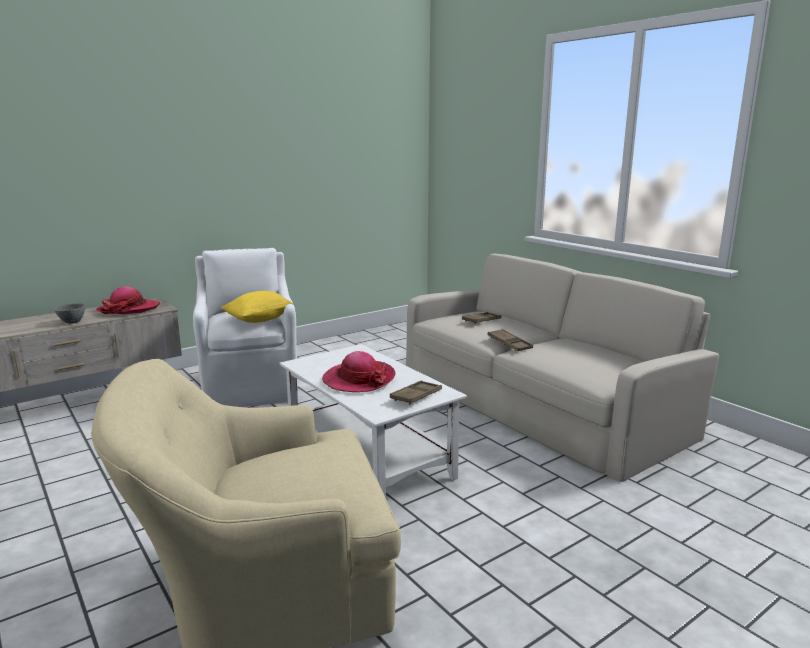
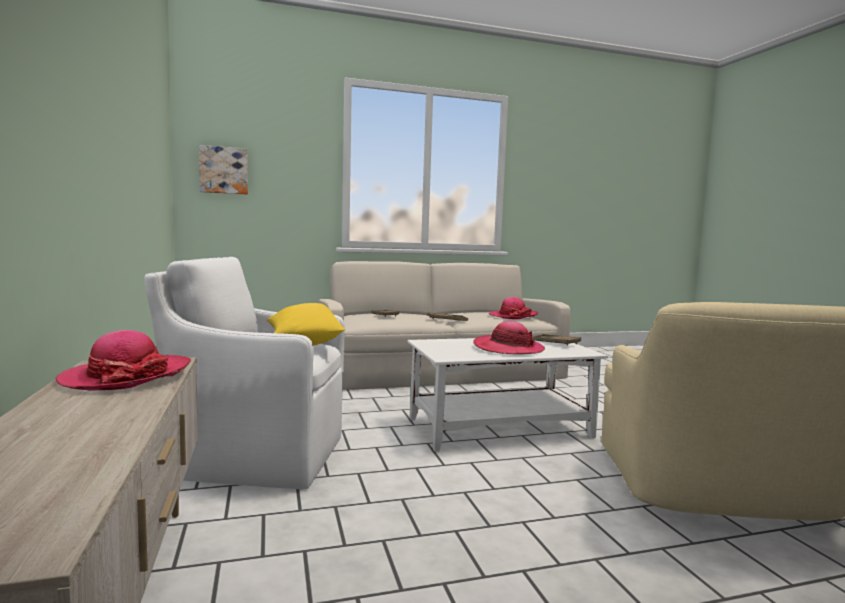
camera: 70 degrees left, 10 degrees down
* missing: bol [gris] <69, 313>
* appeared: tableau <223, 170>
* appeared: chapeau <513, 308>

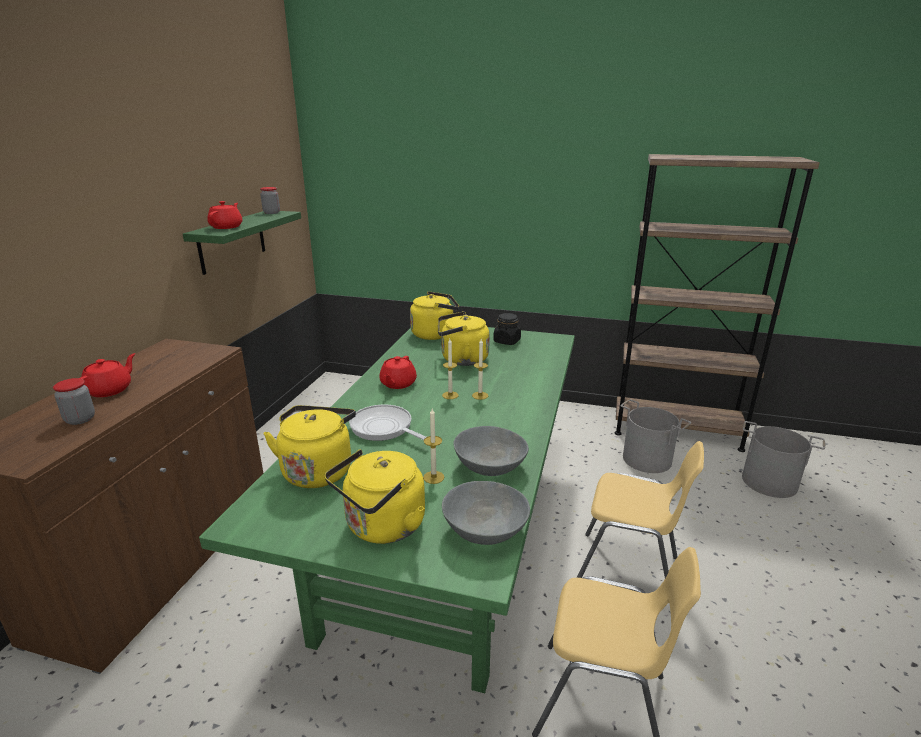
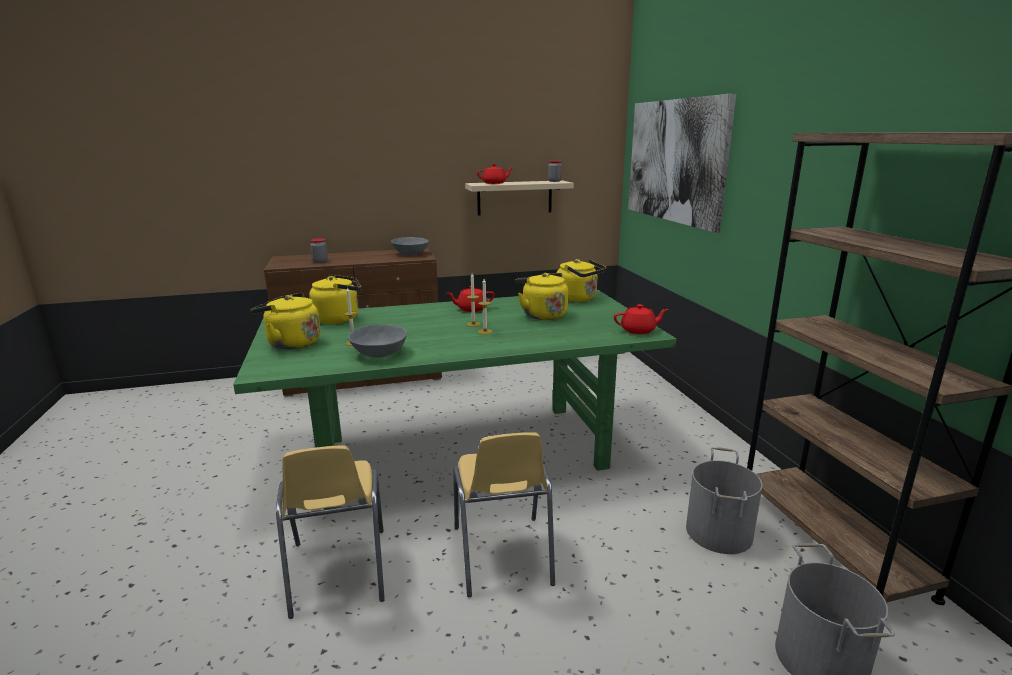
camera: 60 degrees right, 5 degrees down
* missing: poêle <387, 423>
* missing: bocal [noir] <507, 329>
* appeared: tableau <682, 163>
* relocated: théière [rouge] <107, 375> to <641, 319>
* relocated: bol [gris] <486, 513> to <410, 246>
* colour: étagère [vert] <242, 243> to étagère [beige] <519, 198>

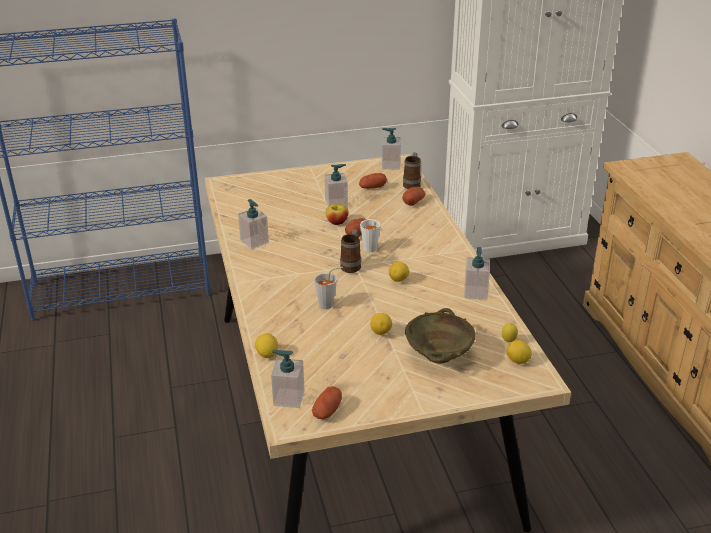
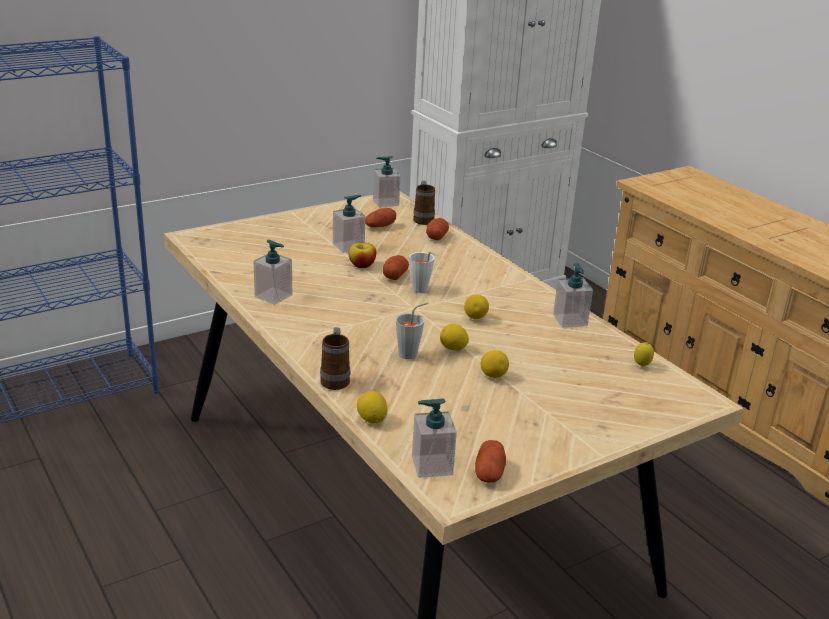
camera: 20 degrees left, 5 degrees down
* missing: bol [beige] <440, 336>
* relocated: mug <350, 251> to <335, 358>
* relocated: citron <519, 352> to <454, 337>

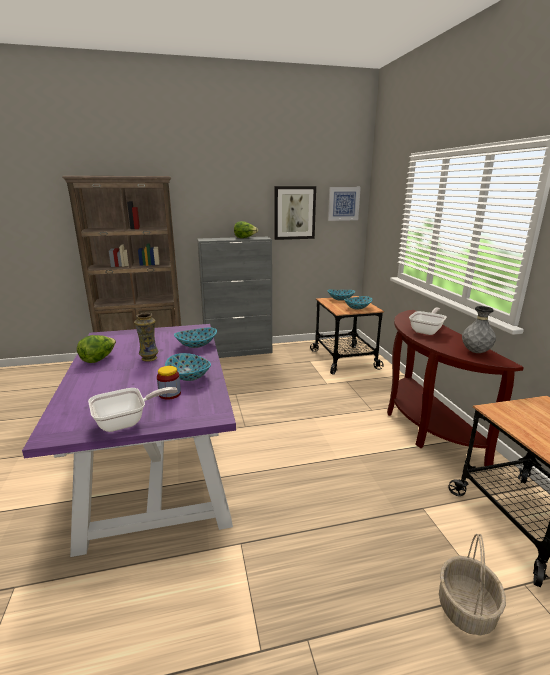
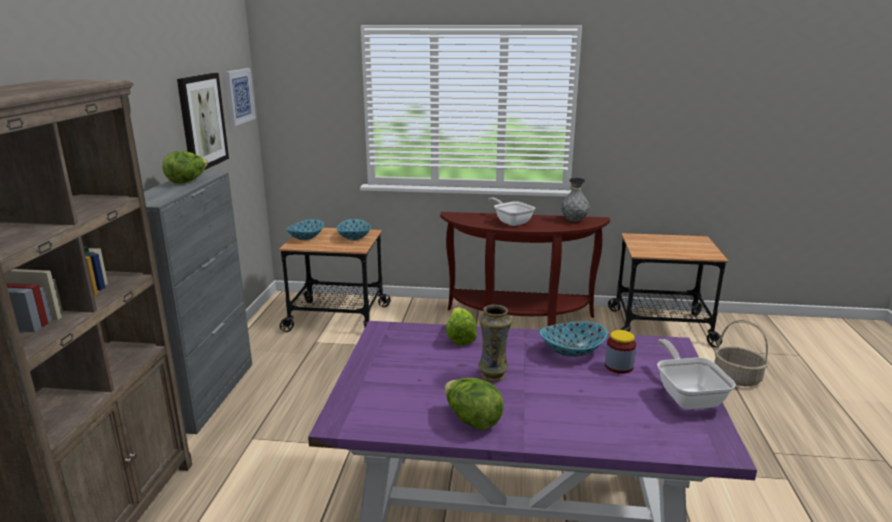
camera: 70 degrees left, 0 degrees up
* exchanged: bol <195, 338> to laitue <461, 326>

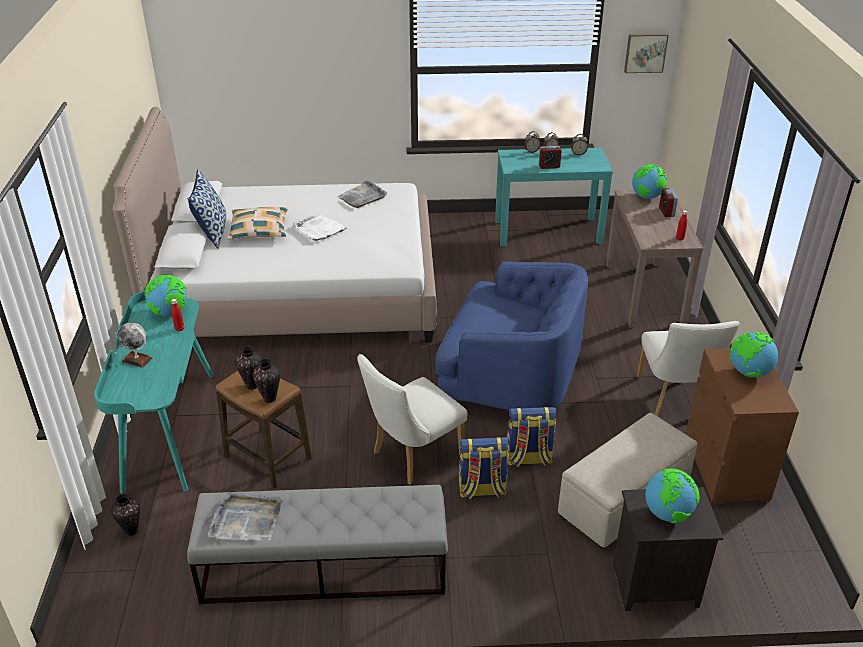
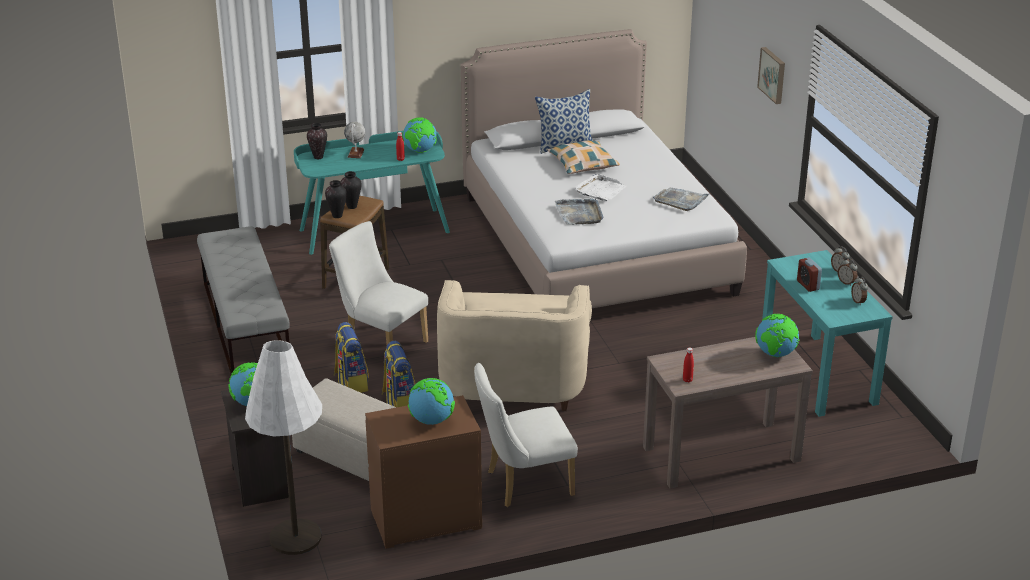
camera: 75 degrees right, 5 degrees down
* missing: réveil <668, 202>
* appeared: lampadaire [blanc] <283, 447>
* relocated: vase <125, 515> to <317, 141>
* relocated: plateau [gris] <245, 516> to <579, 211>
* relocated: tableau <646, 53> to <771, 75>
* colour: fauteuil [bleu] <511, 335> to fauteuil [beige] <514, 345>

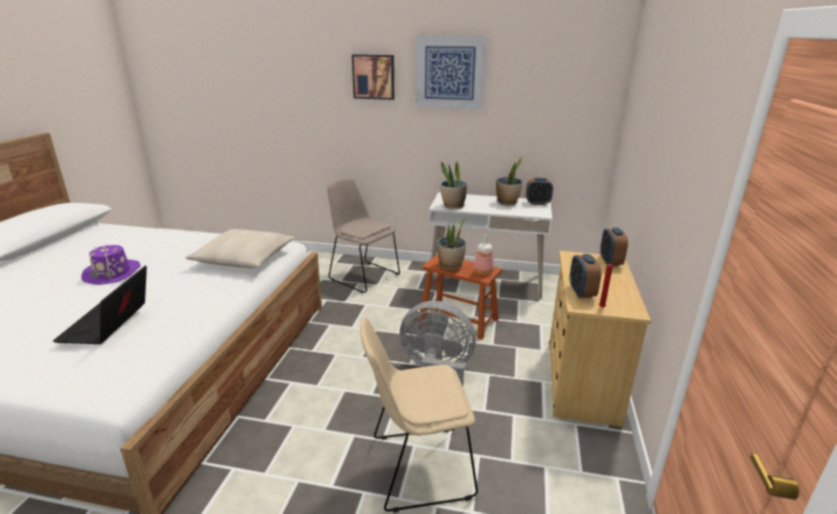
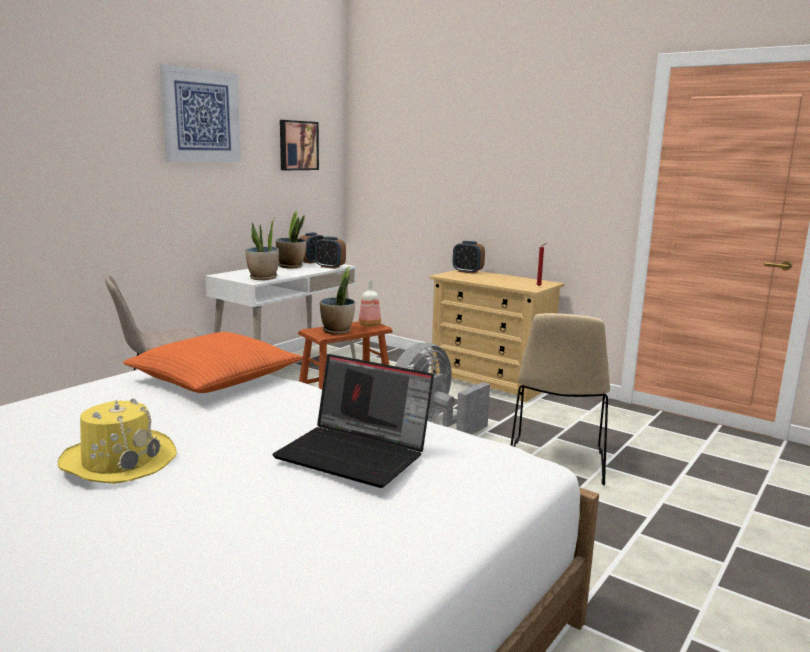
camera: 65 degrees left, 10 degrees down
* relocated: tableau <373, 77> to <299, 145>
* relocated: réveil <586, 276> to <330, 253>
* colour: chapeau [violet] <111, 265> to chapeau [jaune] <117, 441>
* colour: coussin [beige] <240, 248> to coussin [orange] <213, 362>

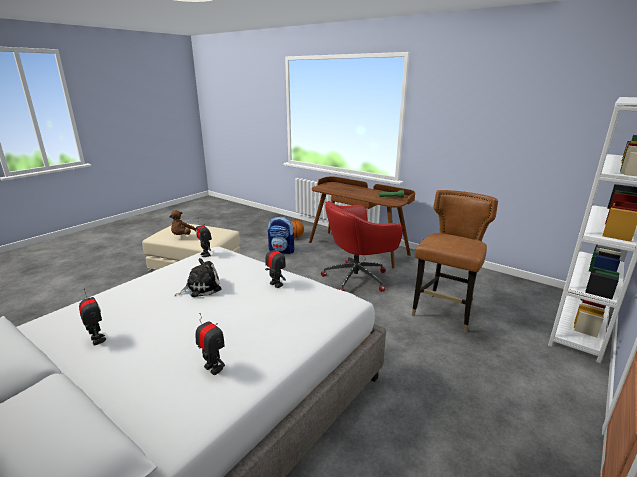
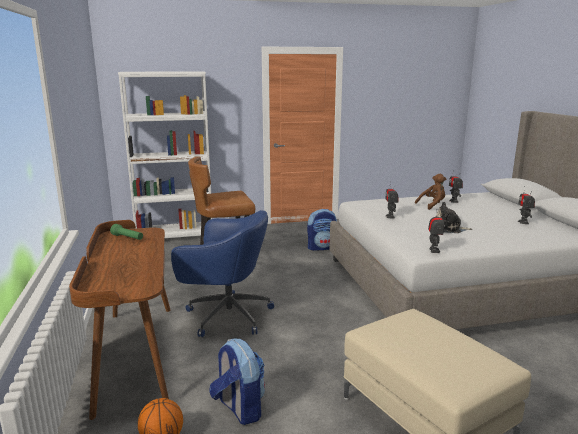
camera: 140 degrees left, 5 degrees down
* appeared: sac à dos <322, 230>
* relocated: peluche [marron] <183, 222> to <430, 192>
* colour: chaise de bureau [rouge] <362, 246> to chaise de bureau [bleu] <222, 273>

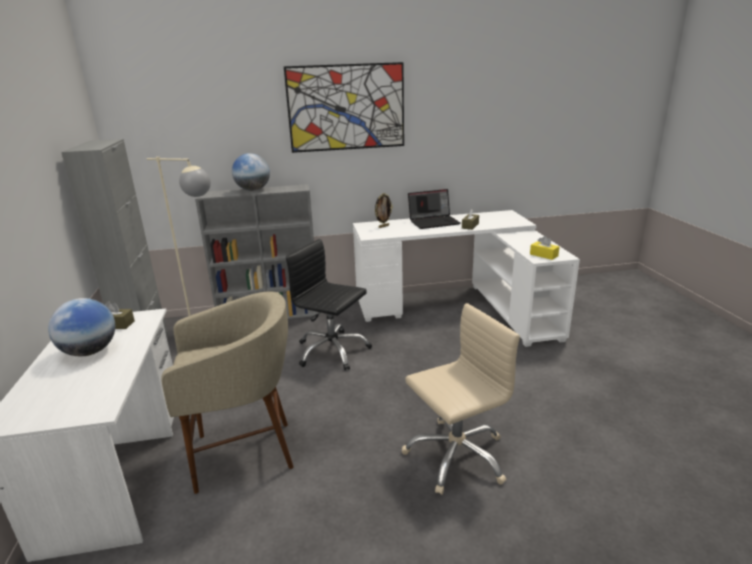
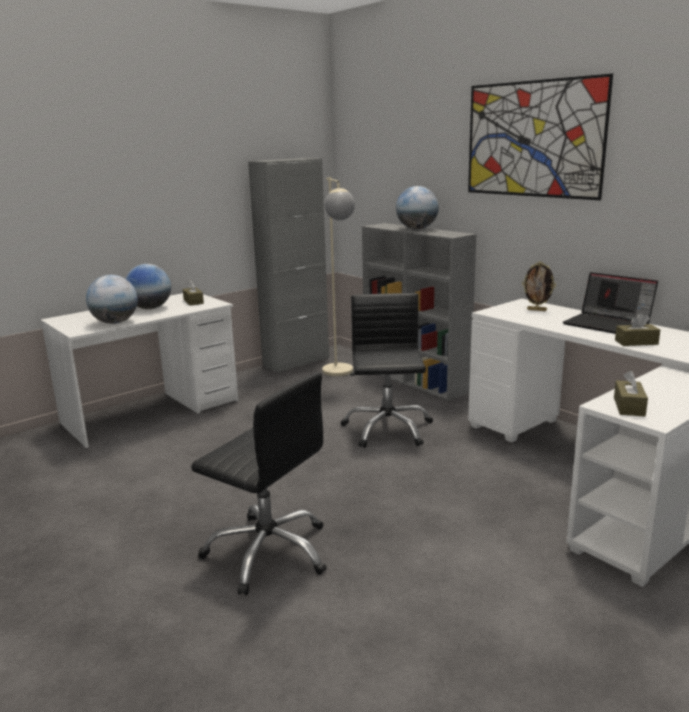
camera: 60 degrees right, 5 degrees down
* missing: tabouret [beige] <227, 392>
* appeared: globe <112, 299>
* colour: chaise de bureau [beige] <461, 399> to chaise de bureau [noir] <259, 484>
* colour: boîte à mouchoirs [jaune] <545, 248> to boîte à mouchoirs [marron] <631, 393>

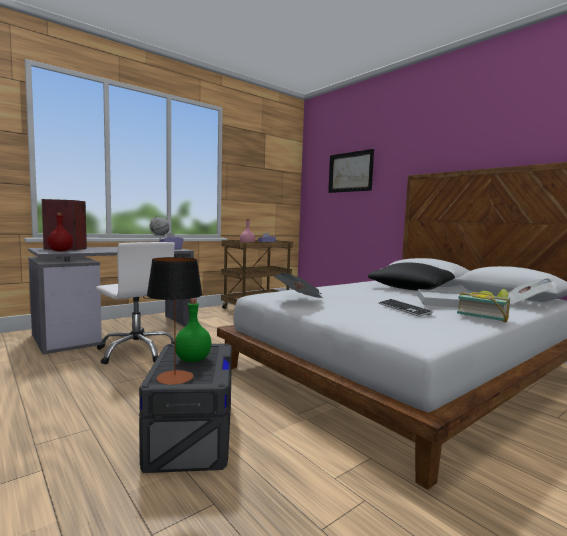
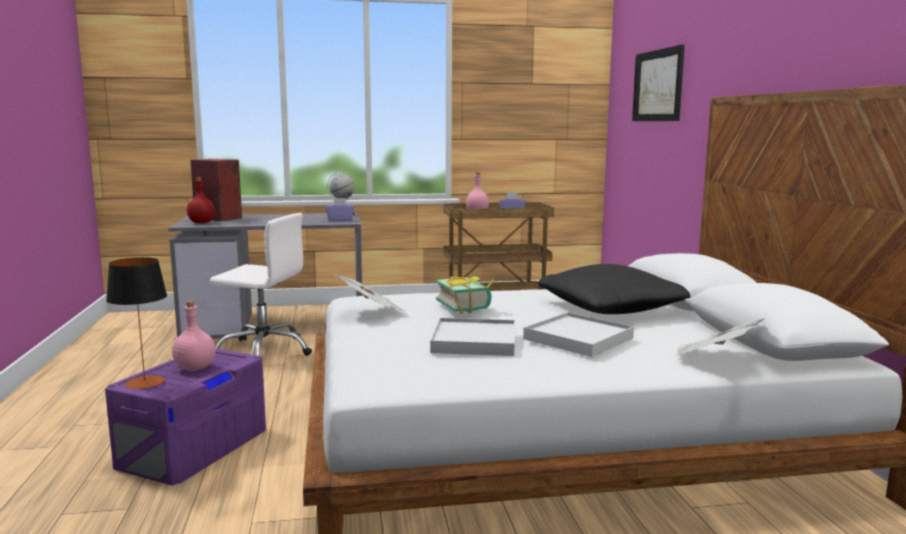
camera: 30 degrees right, 5 degrees up
* relocated: livre <483, 305> to <467, 295>
* exchanged: clavier <406, 308> to plateau [blanc] <472, 337>
* colour: boîte de rangement [gris] <185, 408> to boîte de rangement [violet] <185, 417>
* colour: bouteille [vert] <193, 330> to bouteille [rose] <194, 335>
* spun: chaise de bureau [blanc] <135, 303> = <260, 284> 60 degrees counterclockwise

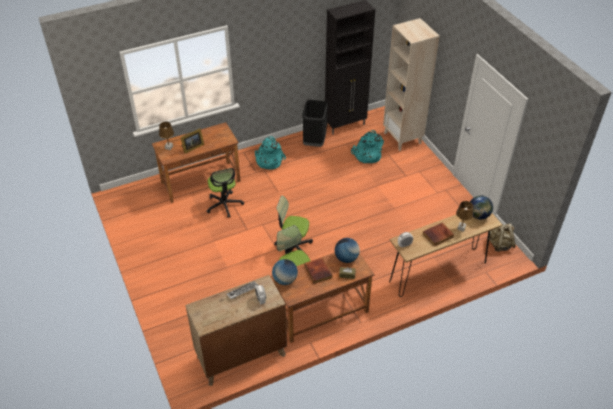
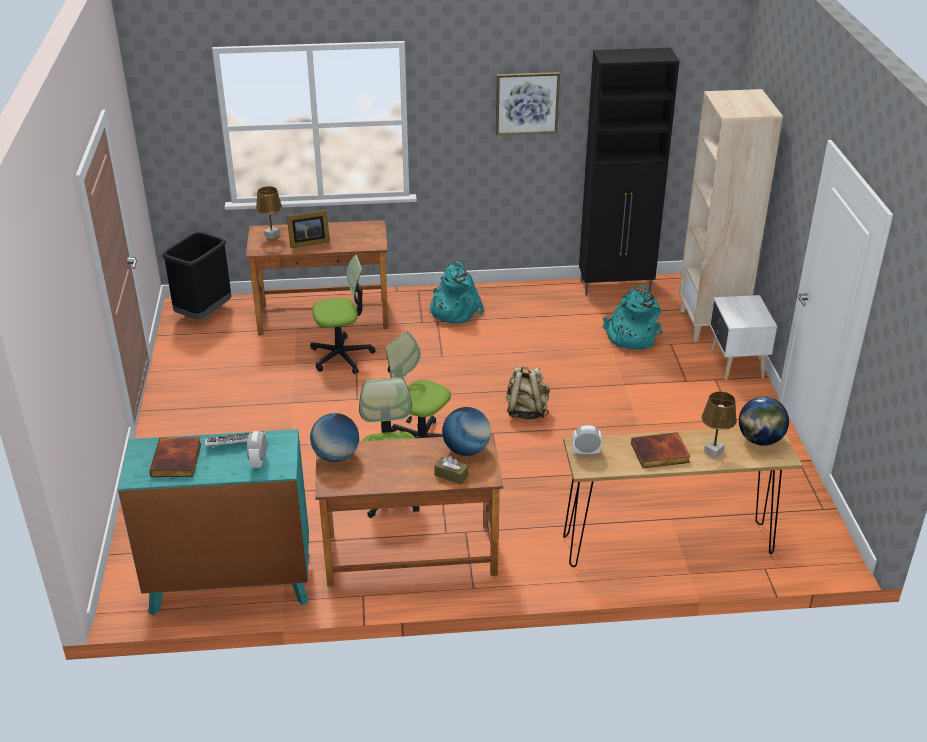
camera: 20 degrees right, 10 degrees down
* appeared: tableau <528, 103>
* appeared: table de chevet [blanc] <743, 337>
* relocated: poubelle [noir] <315, 123> to <197, 276>
* relocated: livre <319, 271> to <175, 457>
* relocated: sac à dos [beige] <502, 237> to <527, 392>
* colour: commode [marron] <236, 330> to commode [turquoise] <213, 522>
* spun: chaise de bureau <225, 193> = <343, 314> 105 degrees counterclockwise

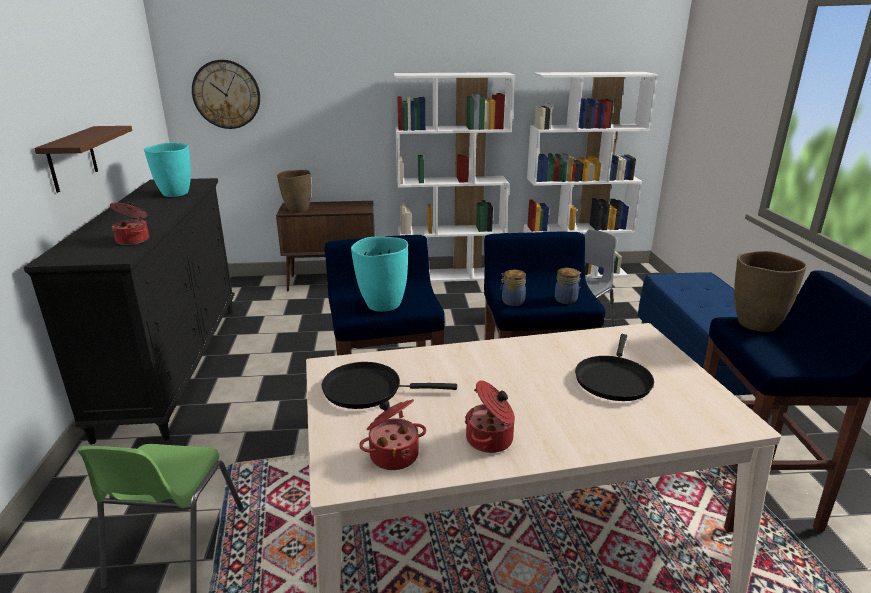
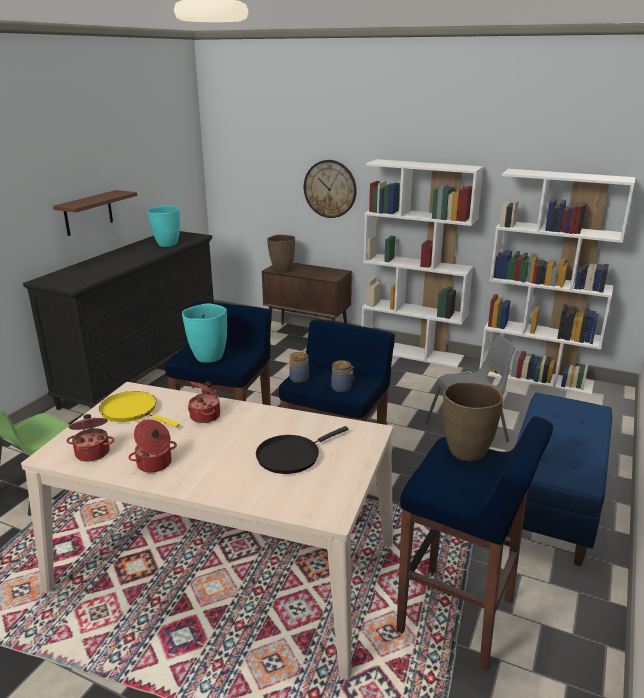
camera: 30 degrees right, 0 degrees up
* relocated: marmite <129, 223> to <204, 402>
* relocated: horloge murale <226, 94> to <330, 189>
* colour: poêle [noir] <389, 385> to poêle [jaune] <139, 409>

